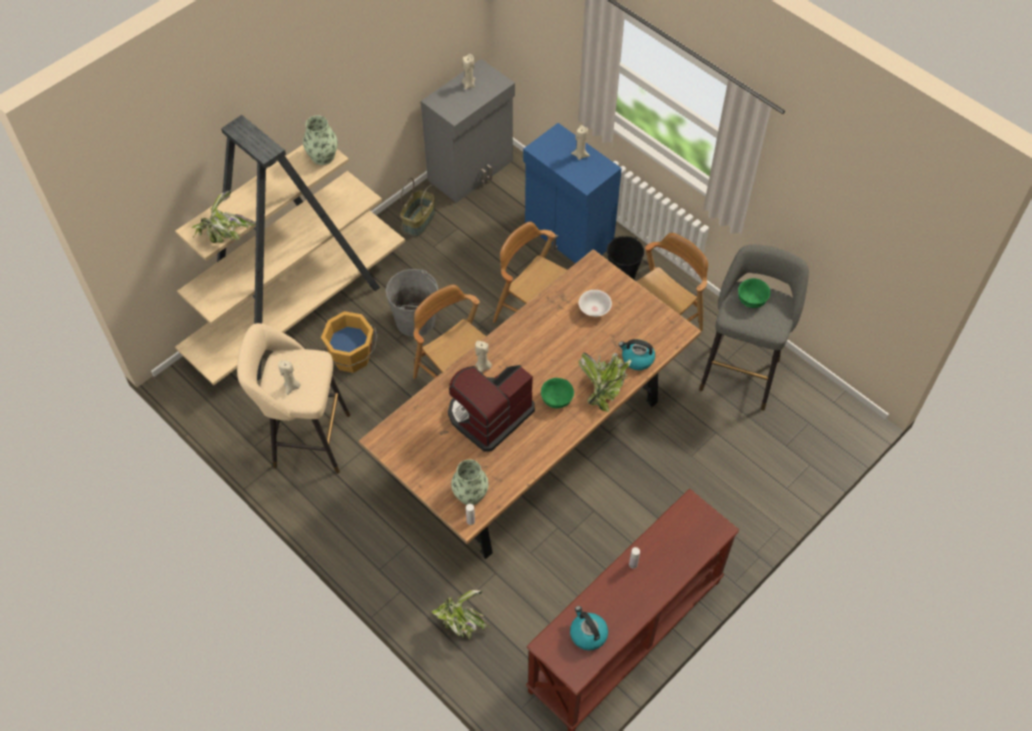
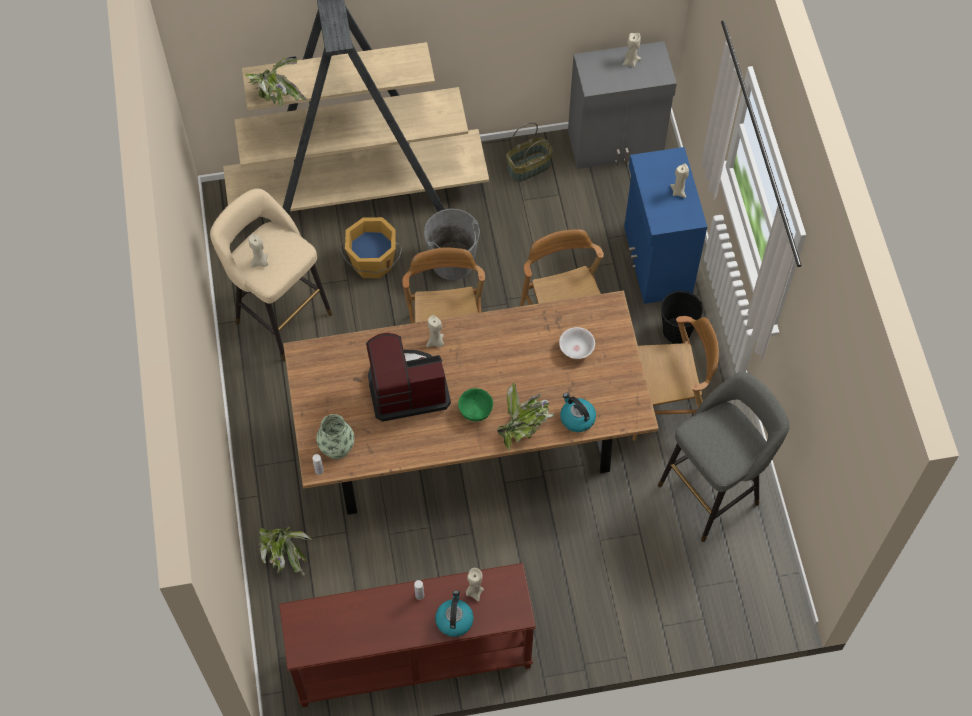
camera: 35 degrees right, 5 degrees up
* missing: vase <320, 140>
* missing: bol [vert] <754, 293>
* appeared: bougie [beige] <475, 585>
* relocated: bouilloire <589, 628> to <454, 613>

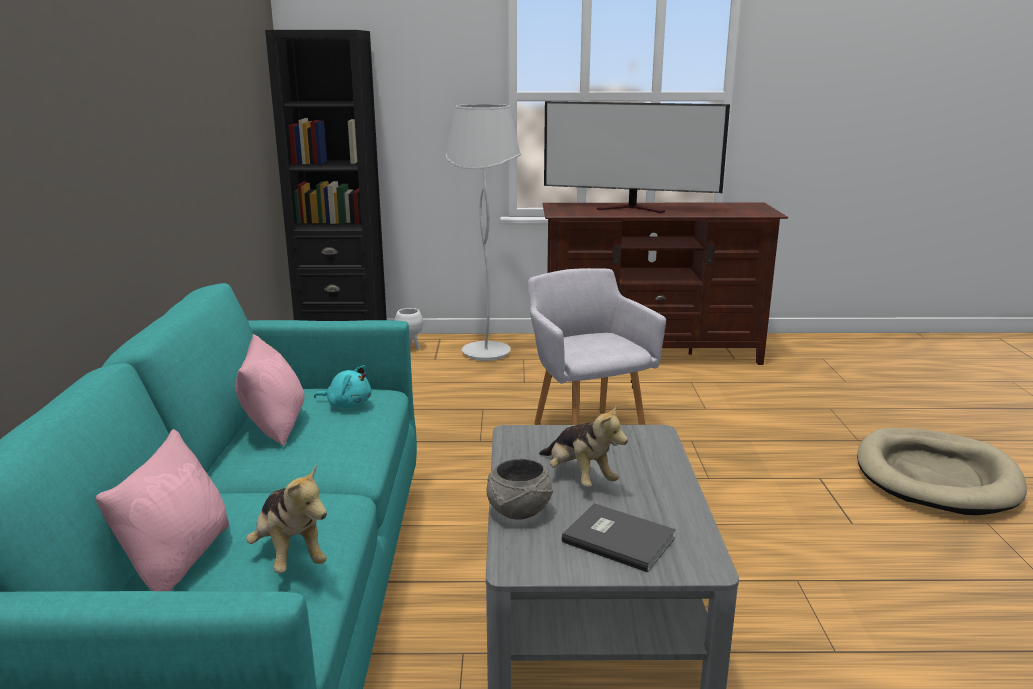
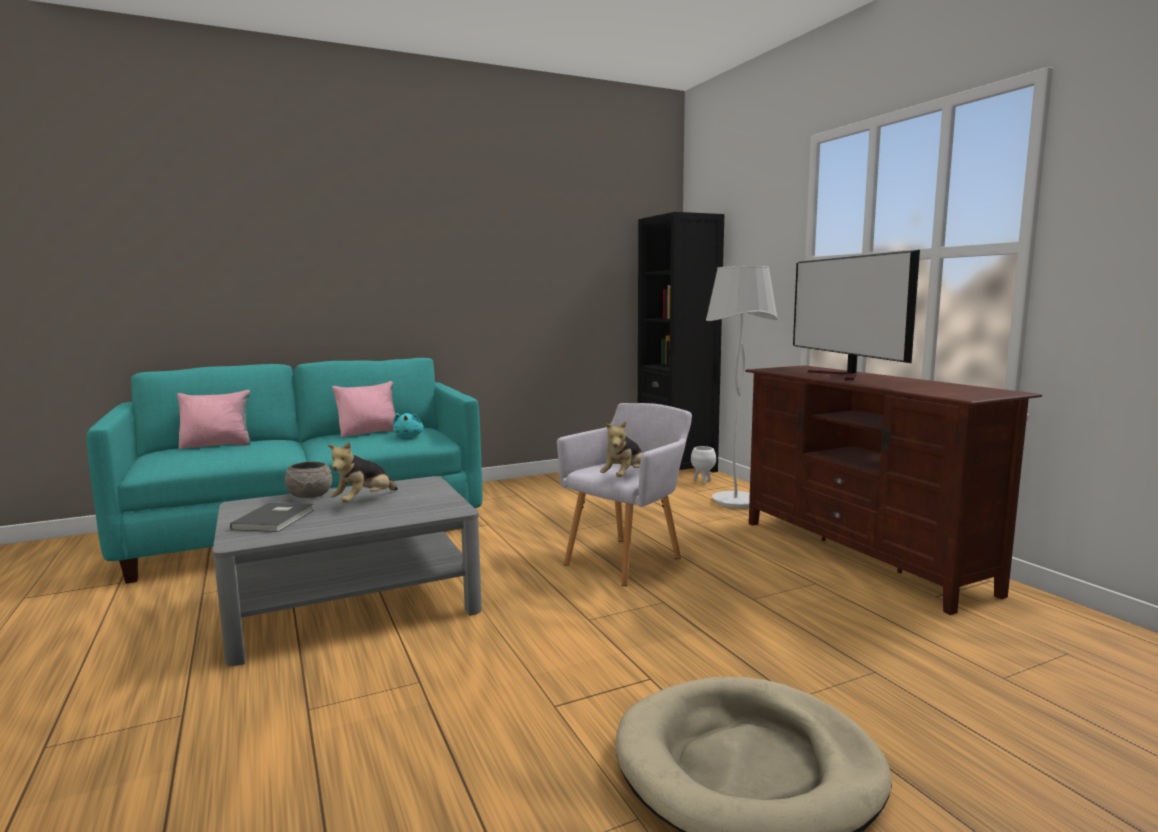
camera: 65 degrees right, 10 degrees down
* relocated: peluche <286, 519> to <621, 449>

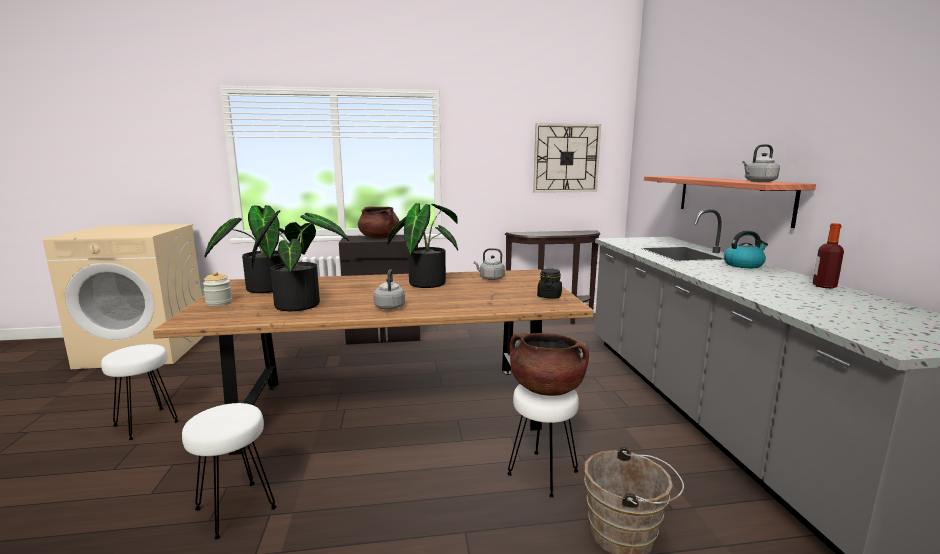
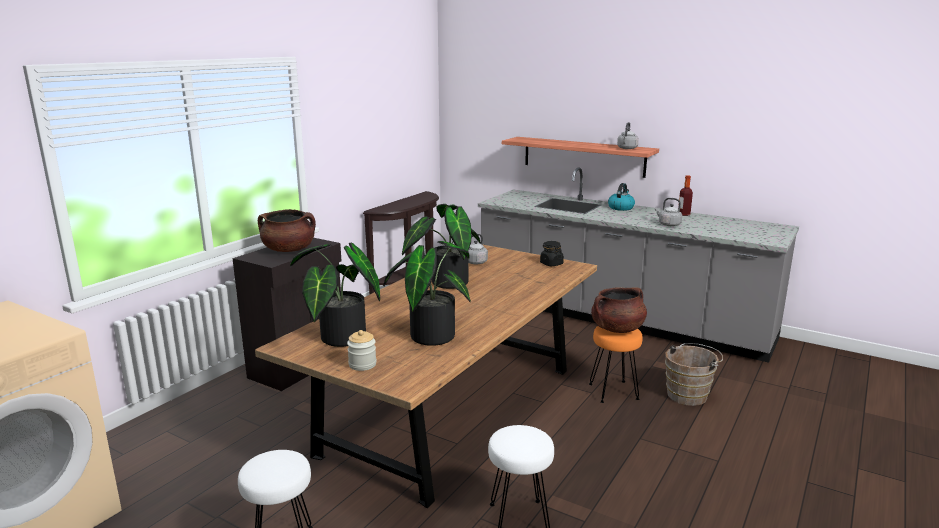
camera: 50 degrees left, 5 degrees up
* missing: horloge murale <567, 158>
* relocated: bouilloire [gris] <389, 289> to <668, 212>
* colour: tabouret [blanc] <543, 441> to tabouret [orange] <616, 364>

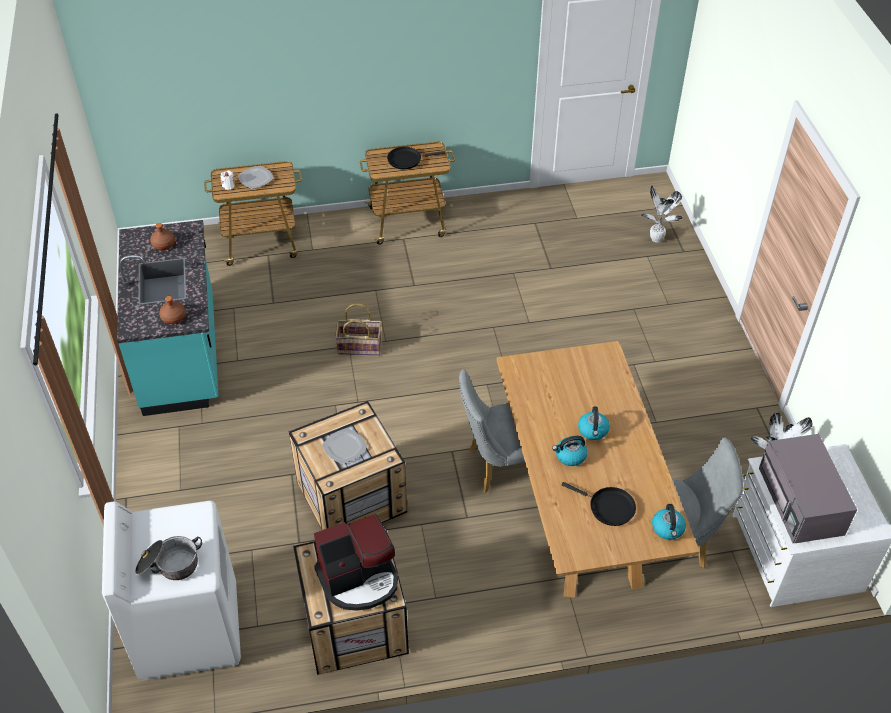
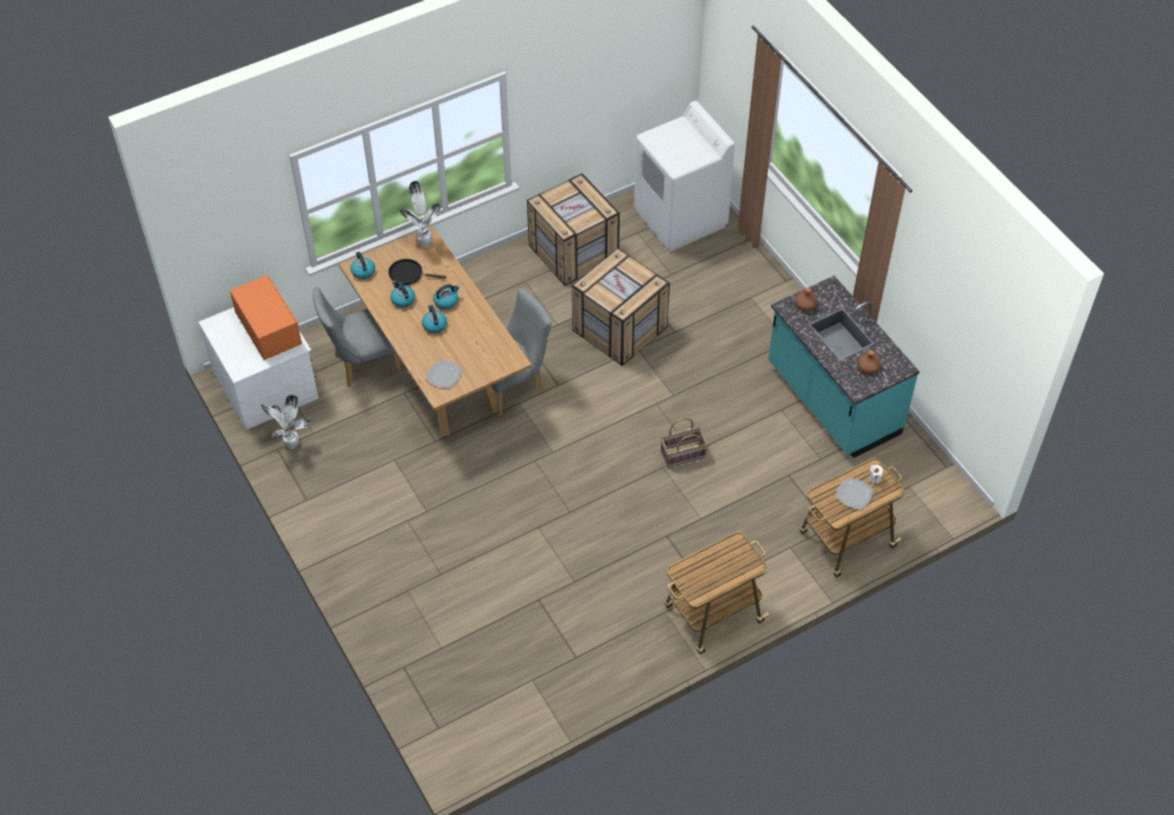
camera: 160 degrees right, 5 degrees up
* missing: marmite <168, 558>
* missing: machine à café <356, 562>
* missing: poêle [noir] <416, 158>
* appeared: bouilloire <402, 294>
* relocated: assiette <344, 446> to <444, 374>
* relocated: plante en pot <662, 214> to <420, 214>
* colour: micro-ondes [gris] <808, 488> to micro-ondes [orange] <266, 317>

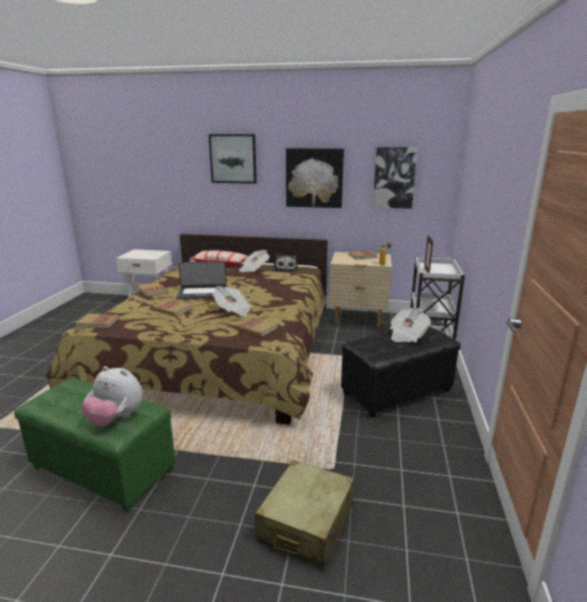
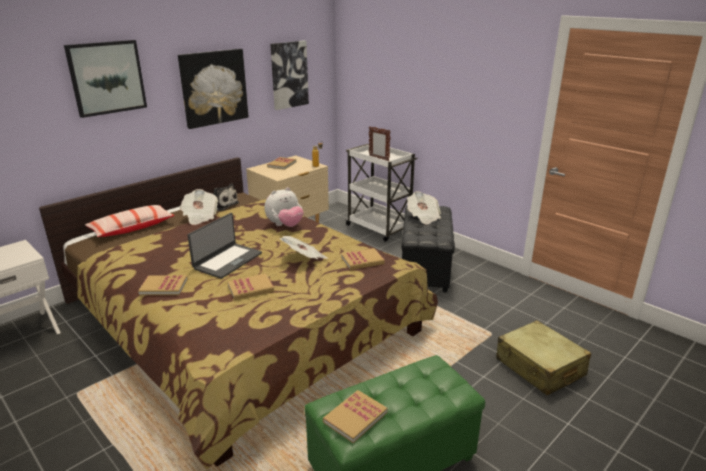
camera: 55 degrees left, 5 degrees up
* relocated: livre <97, 320> to <355, 416>
* relocated: peluche <112, 396> to <284, 207>

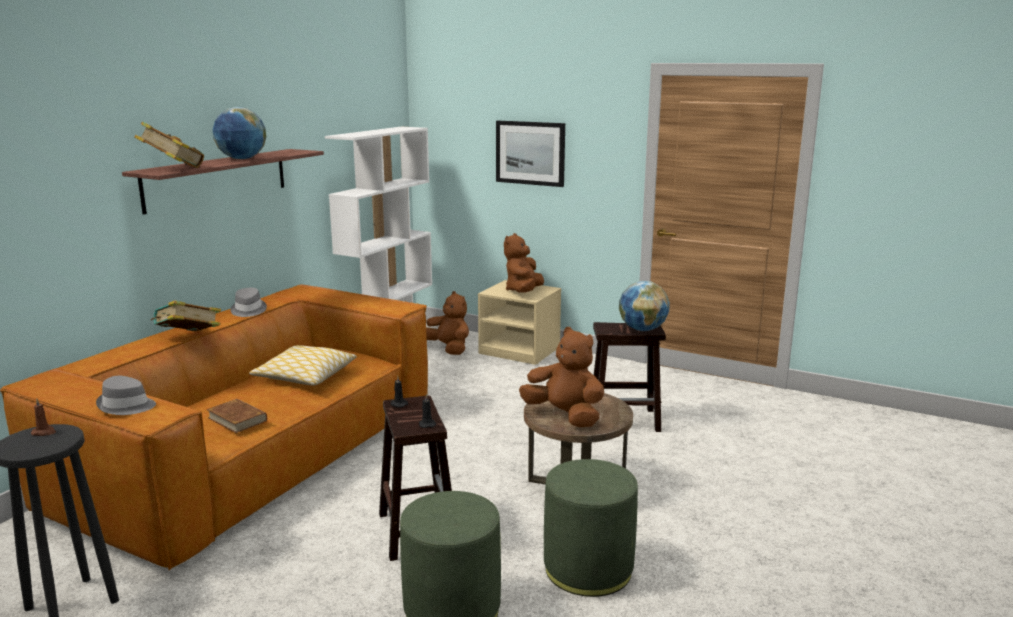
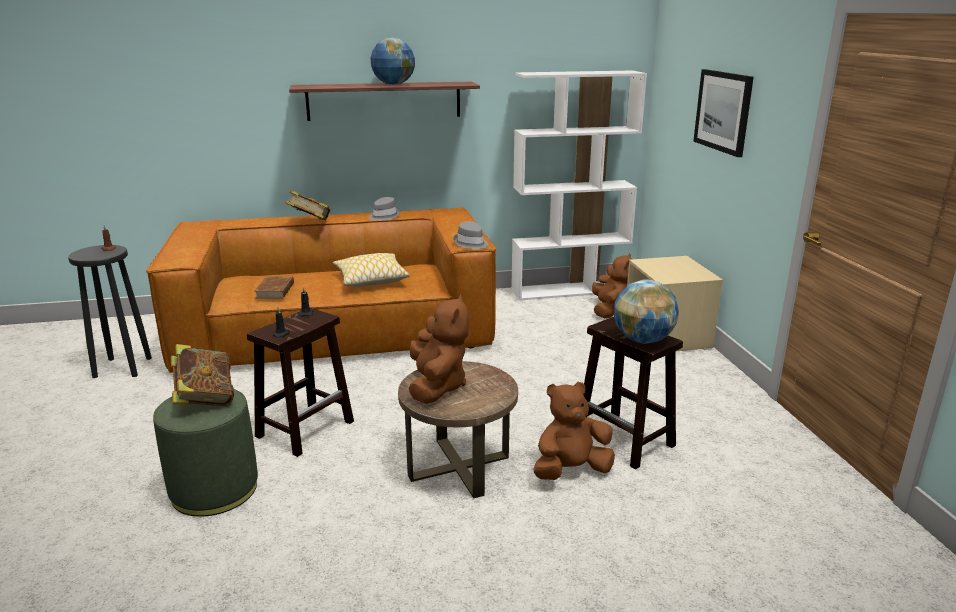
camera: 50 degrees right, 5 degrees up
* missing: pouf [vert] <591, 528>
* relocated: chapeau [gris] <126, 395> to <470, 235>
* relocated: livre <169, 145> to <202, 375>
* relocated: peluche [marron] <524, 263> to <574, 431>

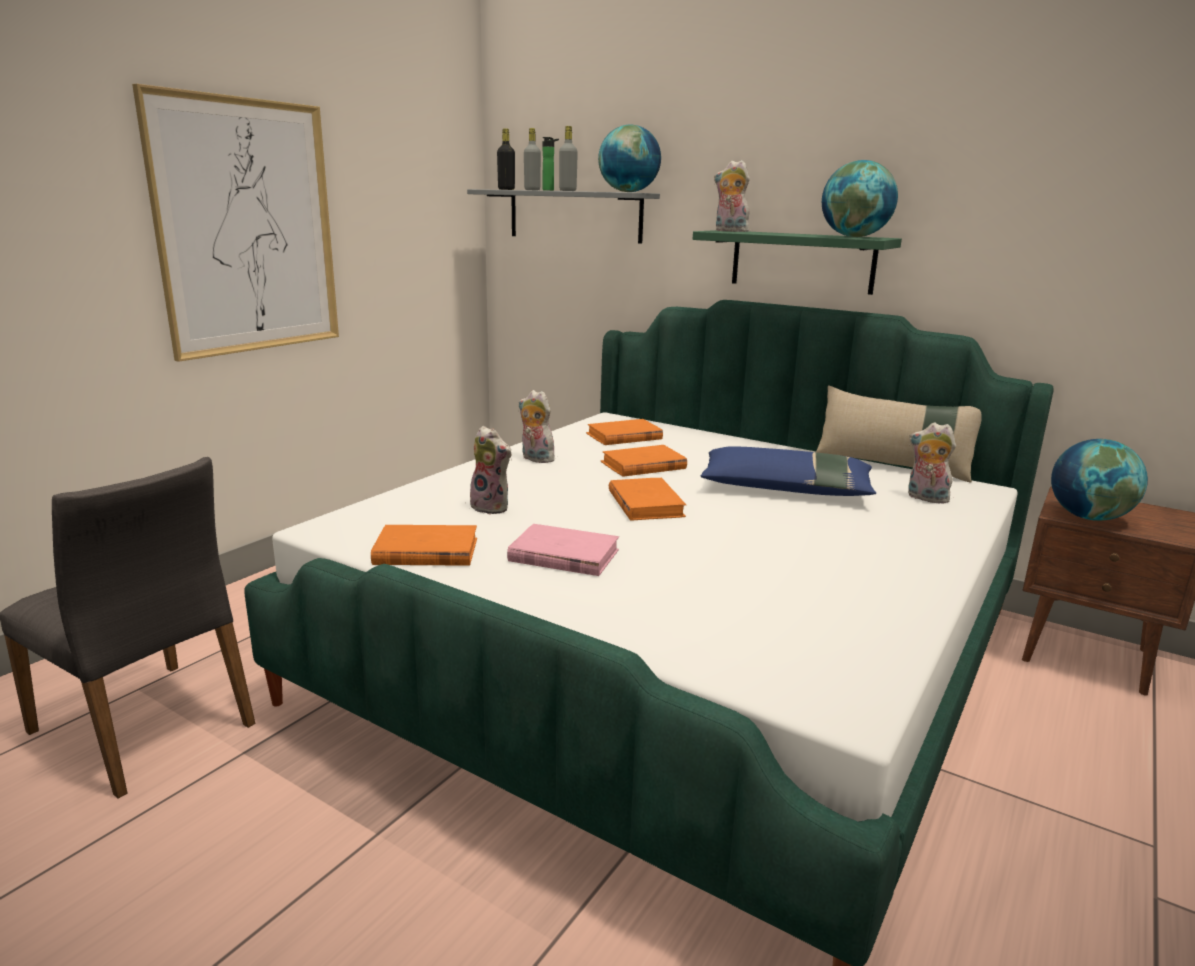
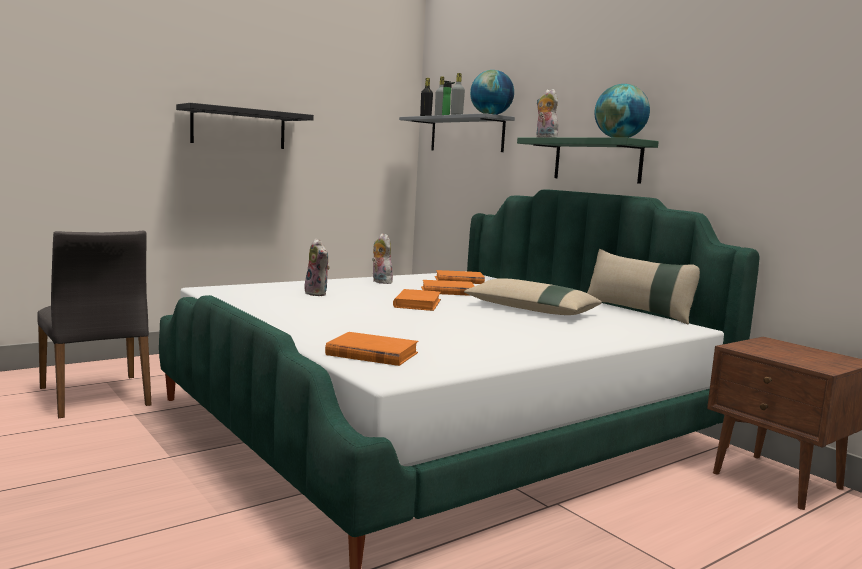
camera: 20 degrees right, 10 degrees down
* missing: livre [rose] <563, 550>
* missing: peluche <932, 463>
* missing: globe <1099, 480>
* relocated: livre [orange] <424, 545> to <372, 349>
* exchanged: tableau <235, 223> to étagère [noir] <245, 126>
* colour: coussin [bleu] <788, 471> to coussin [beige] <533, 296>

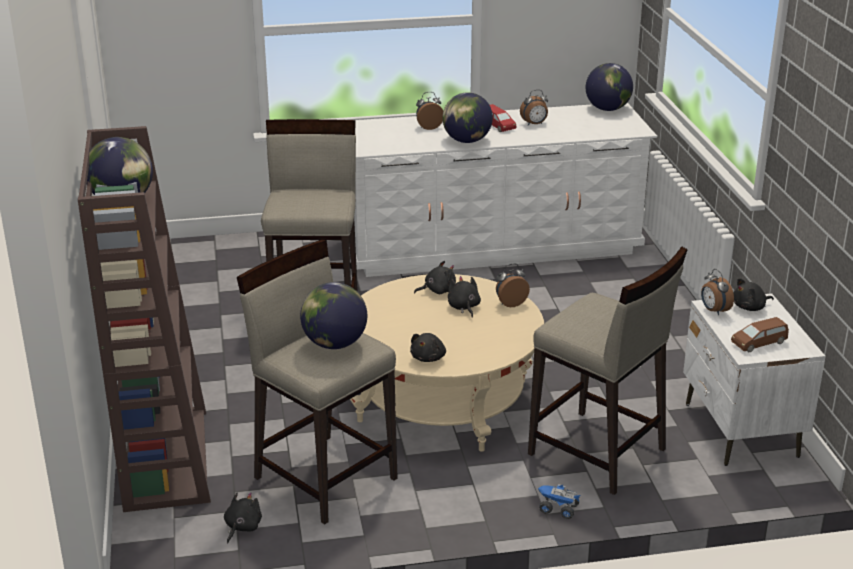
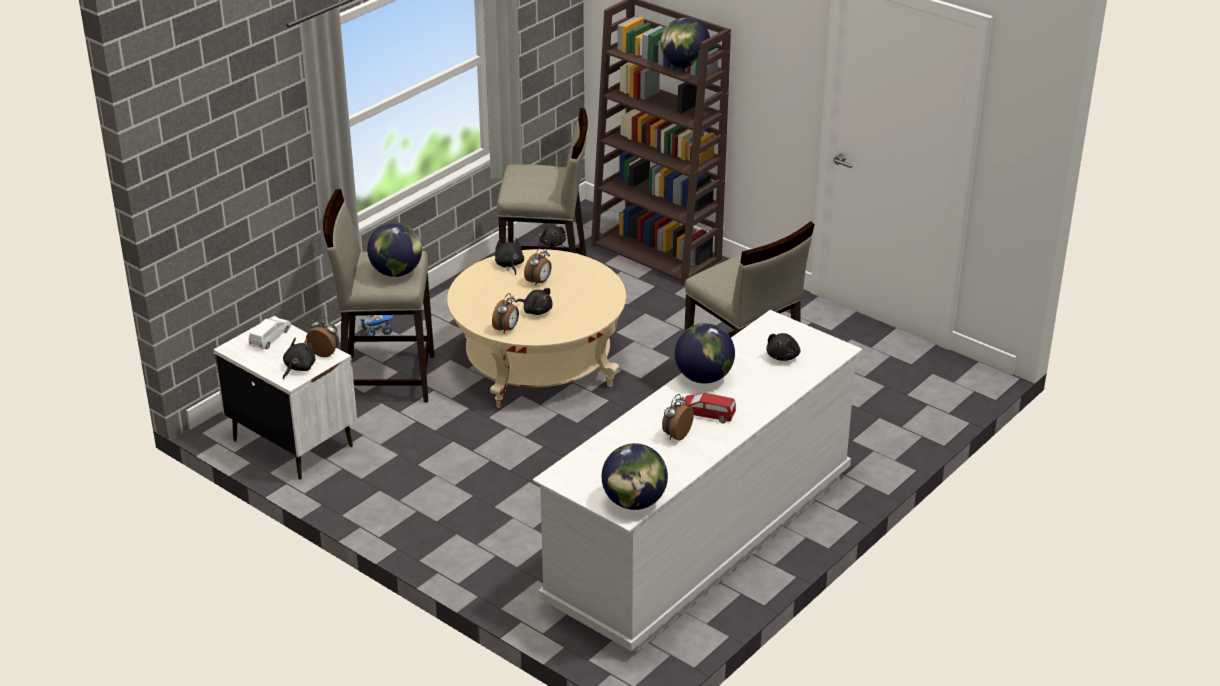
camera: 140 degrees right, 5 degrees up
* relocated: globe <333, 315> to <394, 249>
* relocated: peluche [noir] <435, 277> to <783, 347>
* relocated: réveil <429, 111> to <537, 266>
* colour: petite voiture [marron] <760, 334> to petite voiture [blanc] <270, 333>

